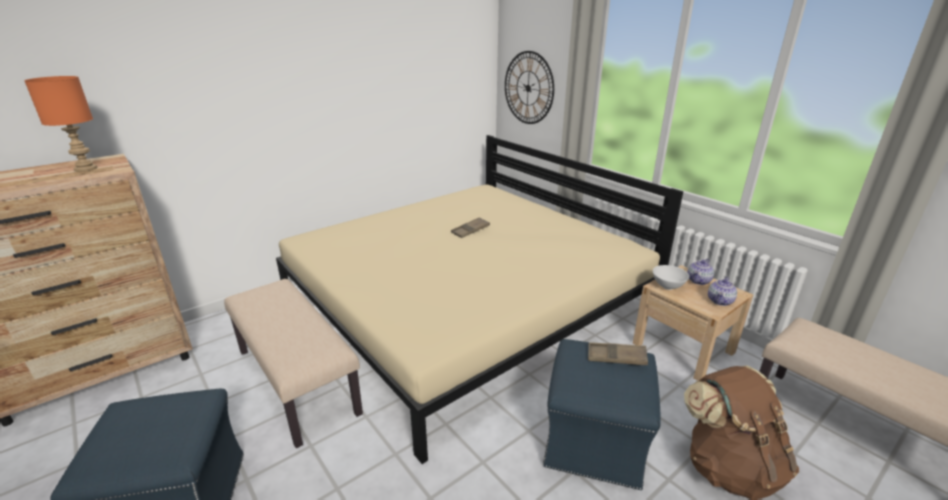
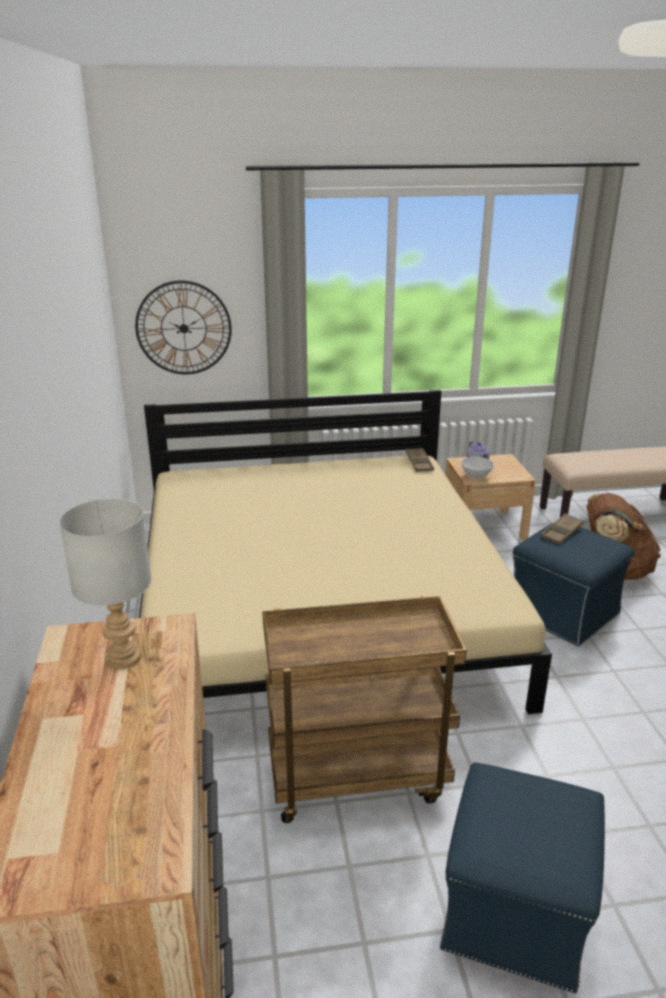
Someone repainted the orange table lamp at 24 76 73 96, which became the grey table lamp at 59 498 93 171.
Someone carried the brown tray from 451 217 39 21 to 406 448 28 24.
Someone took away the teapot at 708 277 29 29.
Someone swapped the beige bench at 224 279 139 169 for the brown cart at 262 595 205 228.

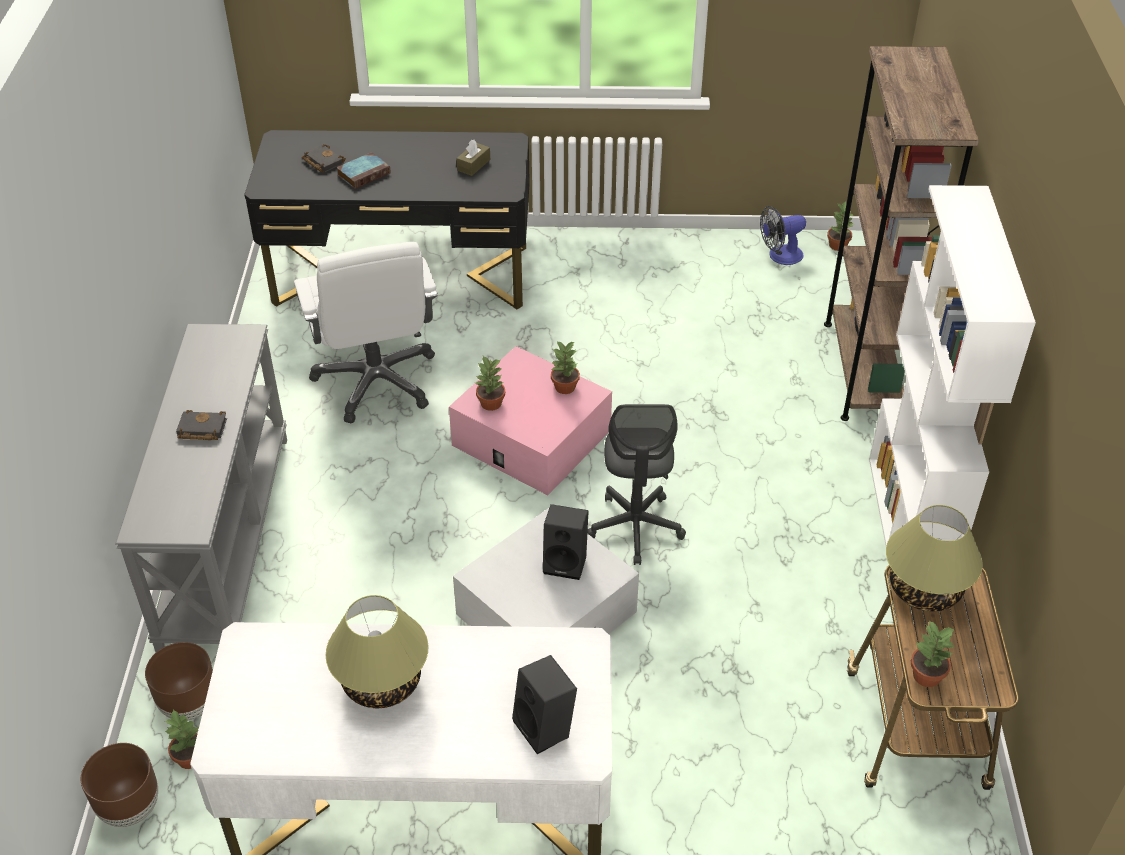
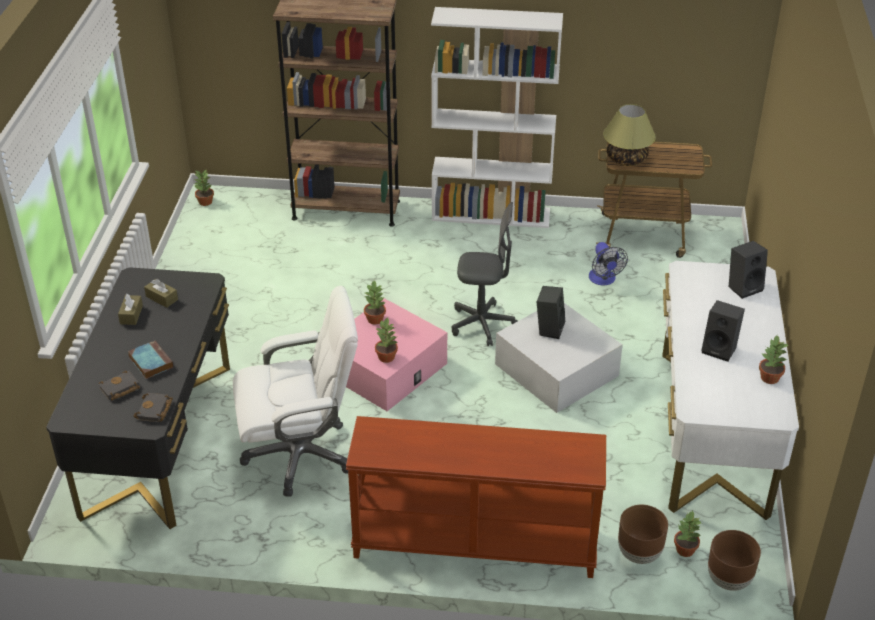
Someone carried the fan from 760 206 46 59 to 589 242 39 43.
Someone repainted the grey console table at 115 324 172 328, which became the brown console table at 346 416 260 162.
Someone carried the black book from 176 410 51 30 to 134 393 39 29.
Someone swapped the table lamp at 326 595 103 113 for the black speaker at 701 300 44 62.
Someone carried the potted plant from 911 620 43 67 to 759 336 29 48.
Someone put down the brown tissue box at 118 294 25 31.

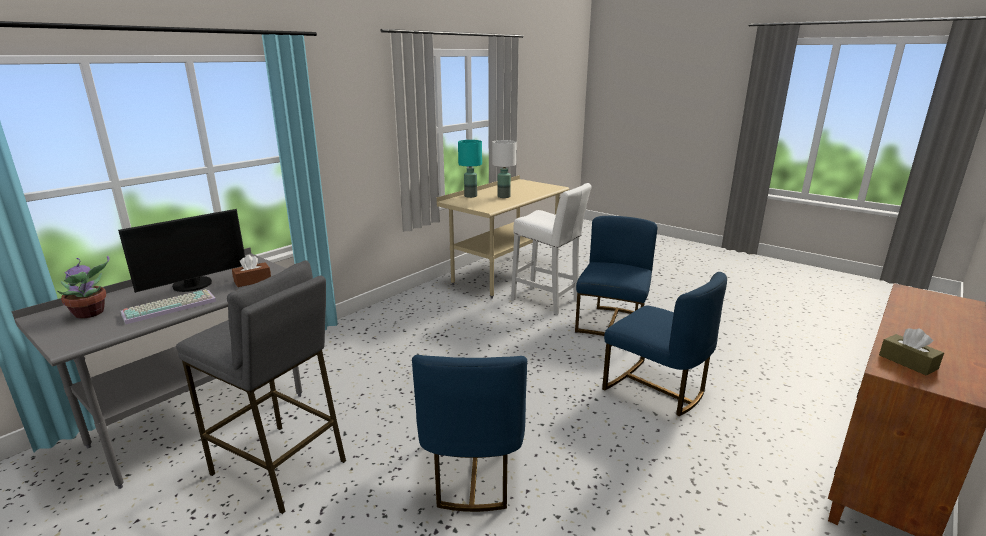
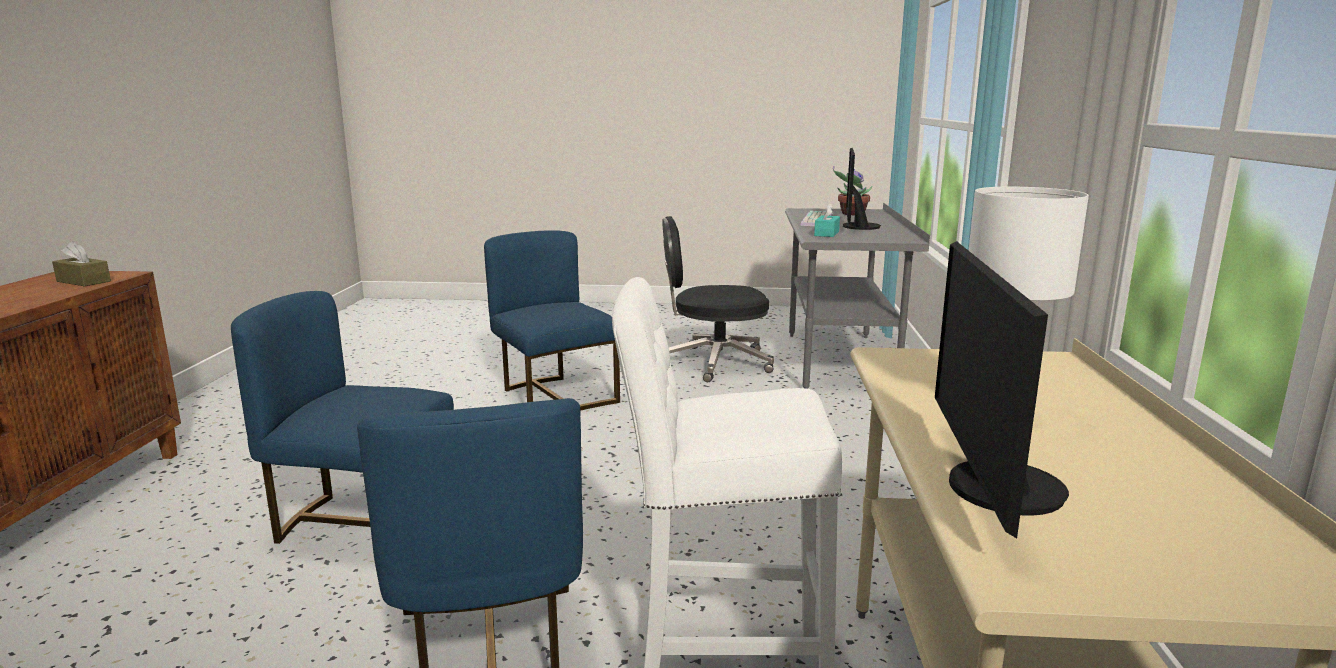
Someone took away the turquoise table lamp at 458 140 24 58.
Someone repainted the brown tissue box at 232 255 39 32, which became the turquoise tissue box at 814 203 26 34.
Someone swapped the grey stool at 176 260 170 254 for the black office chair at 662 216 112 166.
Someone put down the monitor at 935 241 134 297.

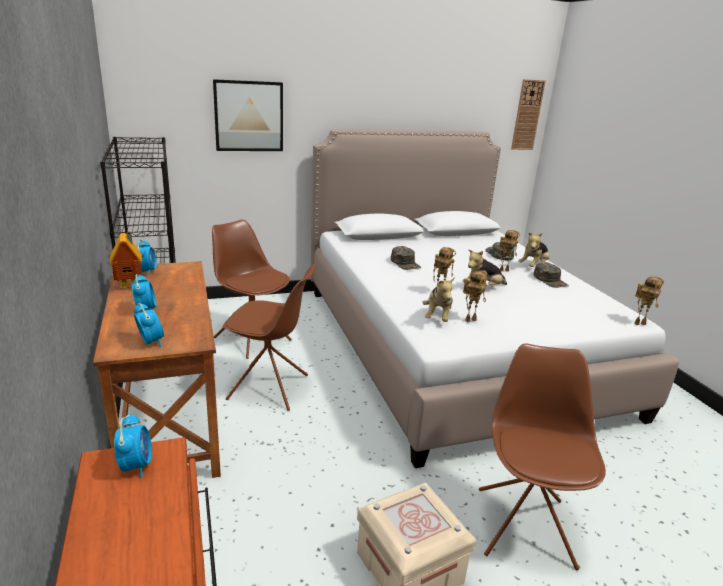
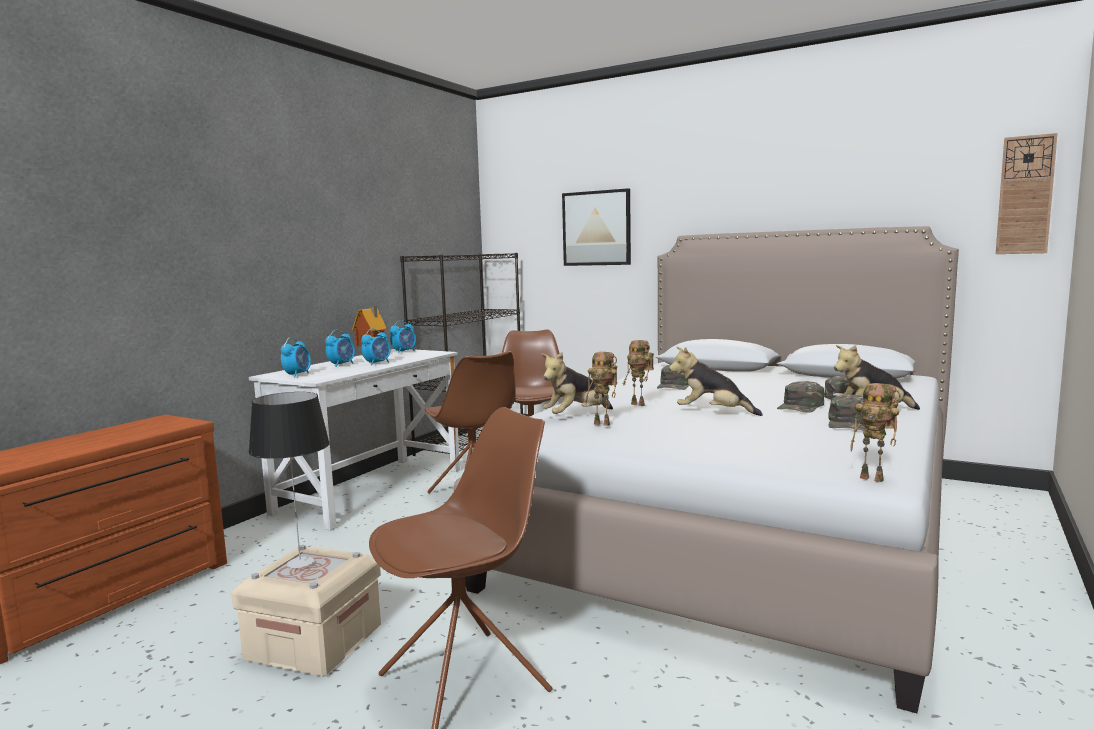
Someone swapped the toy robot at 499 230 21 41 for the green cap at 777 381 47 32.
Someone repainted the brown desk at 93 261 128 217, which became the white desk at 249 349 211 182.
Someone carried the alarm clock from 114 413 38 65 to 361 328 29 38.
Someone put down the table lamp at 249 392 81 177.

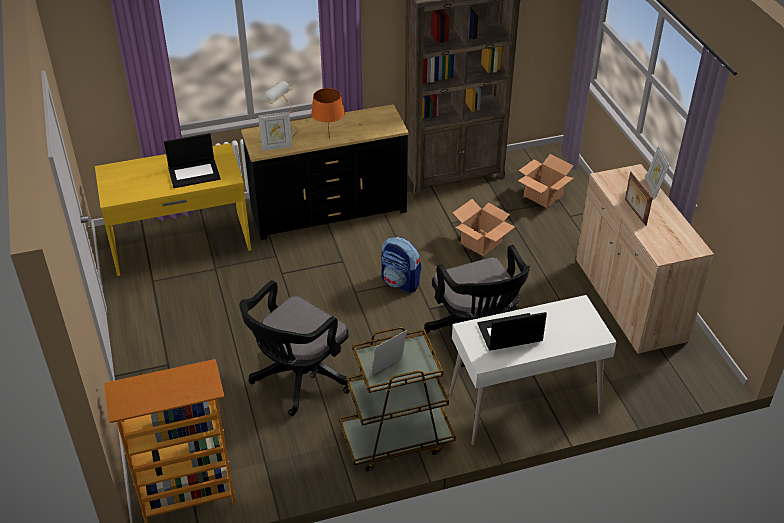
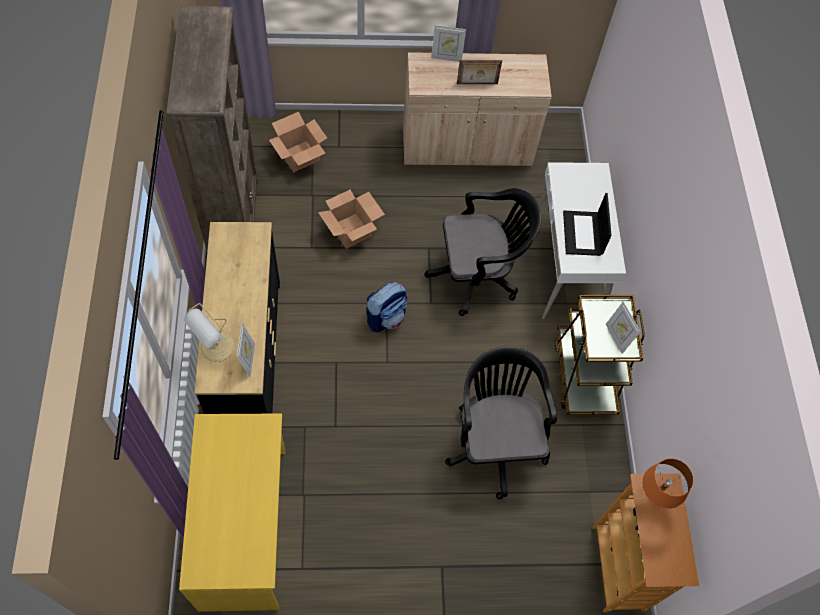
Someone carried the orange table lamp from 311 88 34 40 to 642 458 51 51.
Someone took away the laptop at 164 133 57 55.
Someone rotated the black office chair at 239 280 112 136 by 150 degrees counterclockwise.

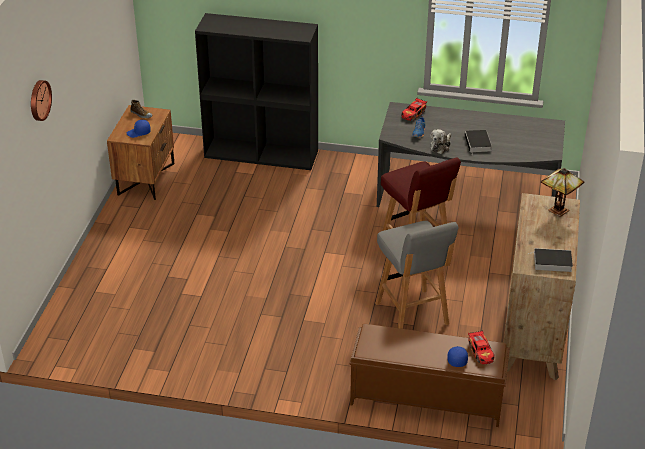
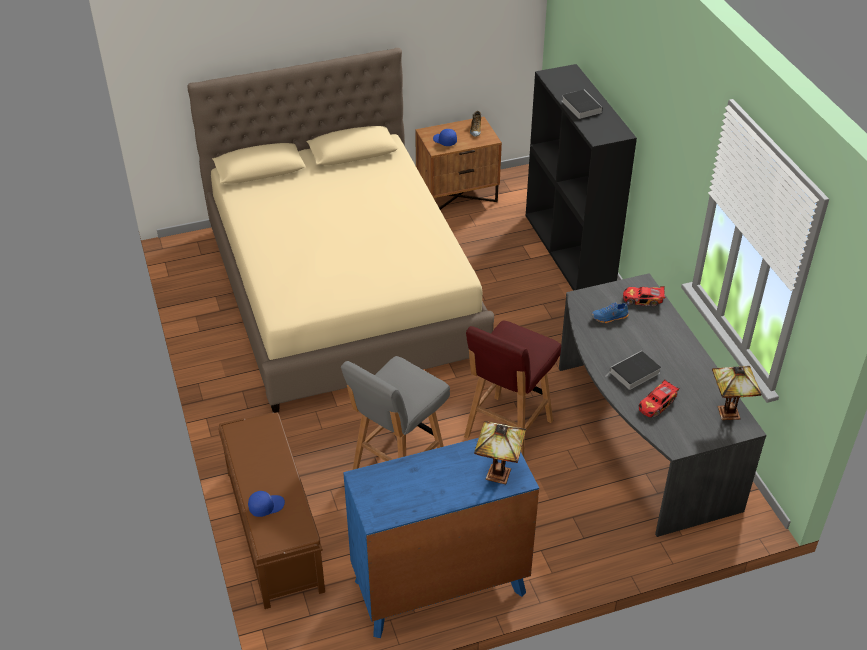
Someone took away the wall clock at 31 80 21 41.
Someone took away the plush toy at 430 129 21 25.
Someone repainted the brown dresser at 503 193 77 188, which became the blue dresser at 343 438 196 200.
Someone carried the book from 528 248 45 24 to 562 90 40 29.
Someone carried the toy car from 468 330 27 34 to 639 380 41 37.
Someone put down the beige bed at 187 48 307 365.
Someone put down the table lamp at 712 366 49 54.

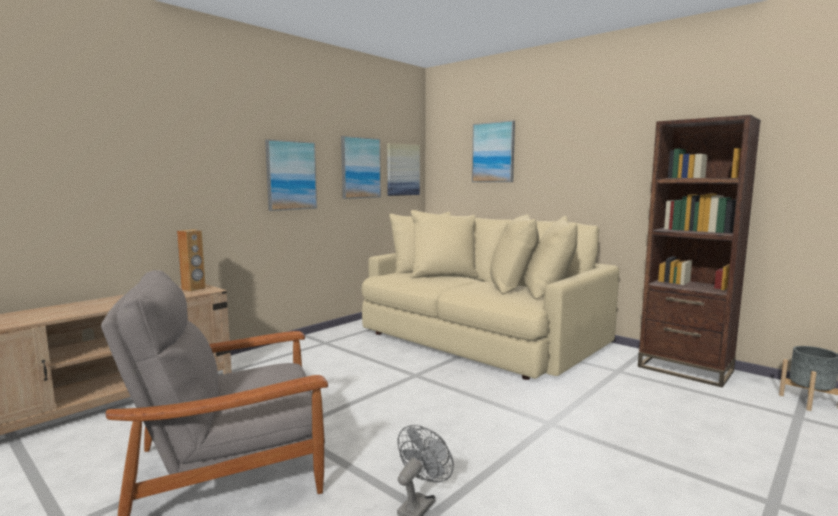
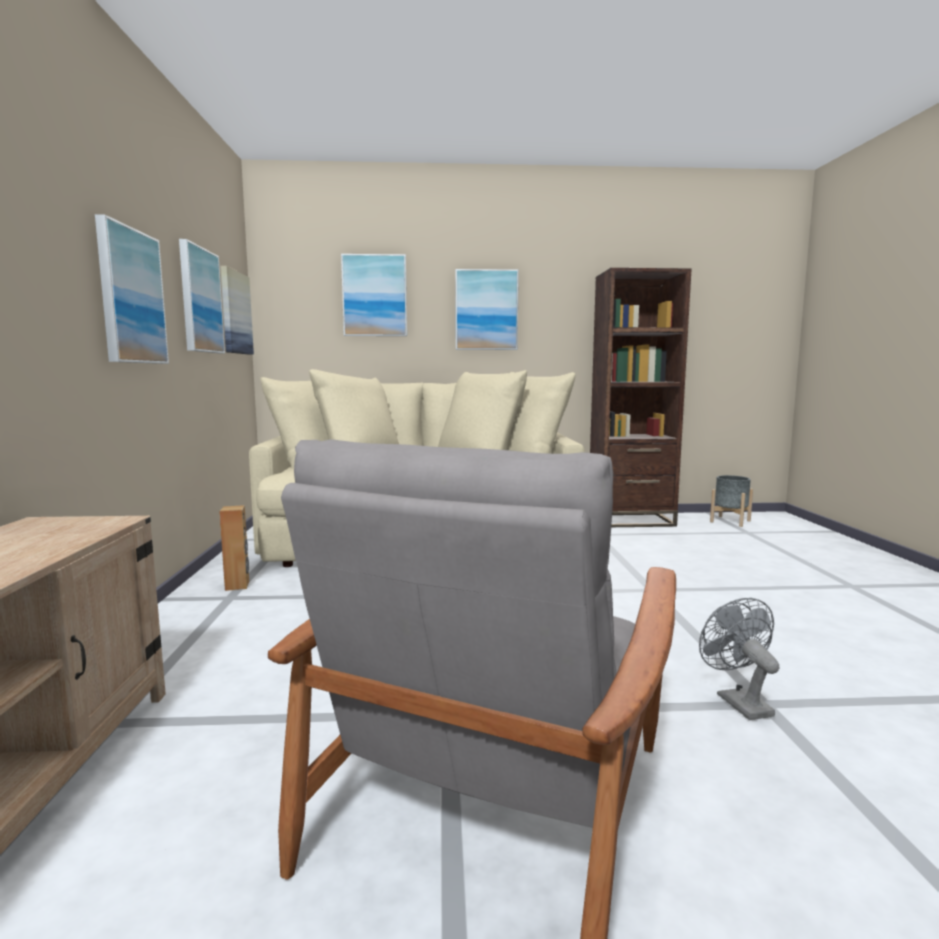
Someone carried the brown speaker from 177 229 29 62 to 219 505 30 86.
Someone put up the picture at 455 269 64 81.

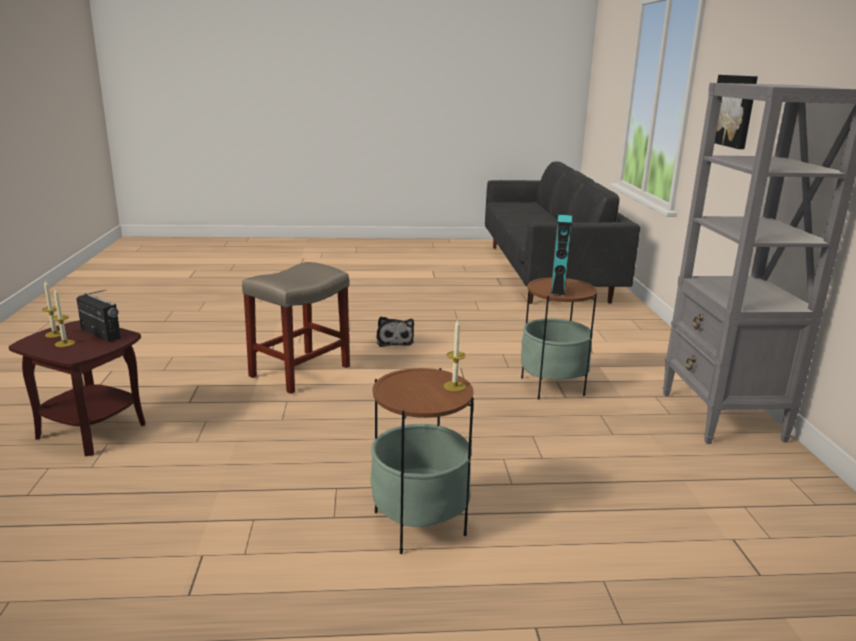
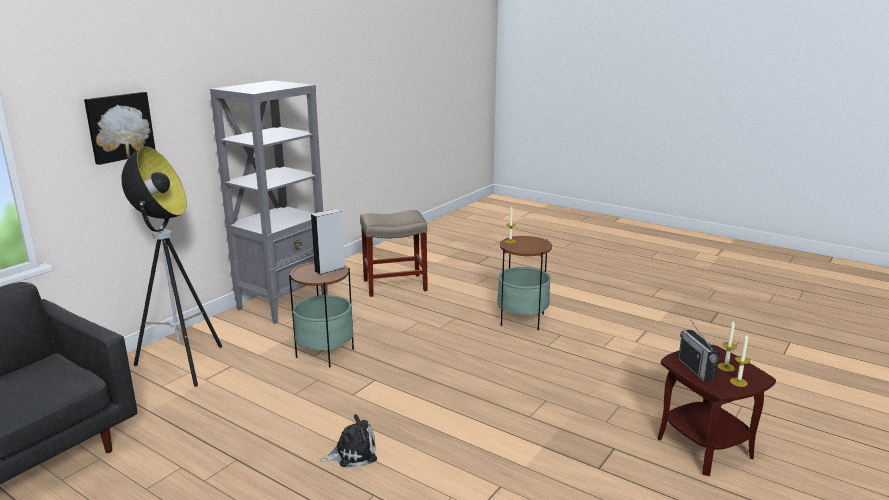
Someone repainted the turquoise speaker at 550 215 22 81, which became the grey speaker at 311 209 34 66.
Someone carried the beige stool from 242 262 108 132 to 360 210 68 87.
Someone rotated the plush toy at 376 316 38 31 by 45 degrees clockwise.
Someone put down the floor lamp at 122 146 100 241.

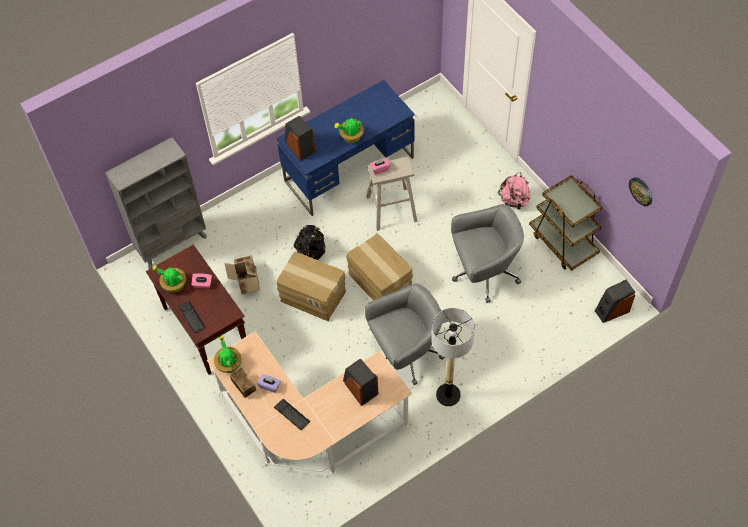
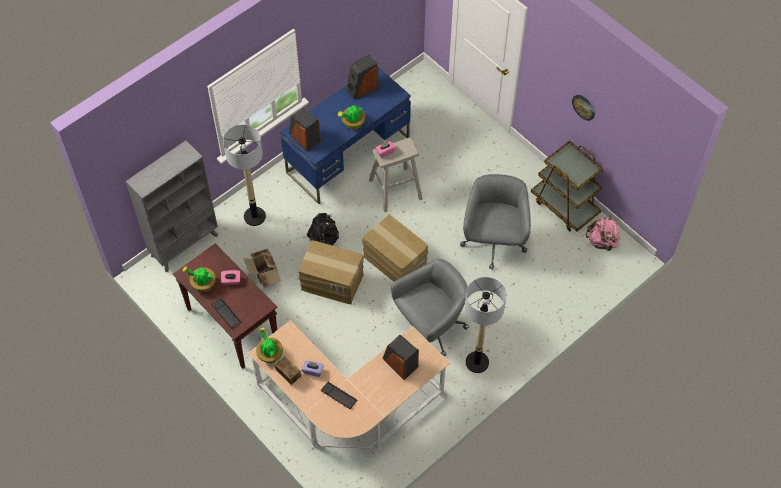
Someone carried the pink backpack from 498 172 33 37 to 585 215 35 37.
Someone carried the wall clock from 629 177 23 29 to 572 95 23 26.
Someone rotated the grey office chair at 451 204 73 99 by 60 degrees counterclockwise.
Someone carried the speaker from 595 279 40 44 to 346 55 32 44.
Someone put down the floor lamp at 223 125 43 101.

